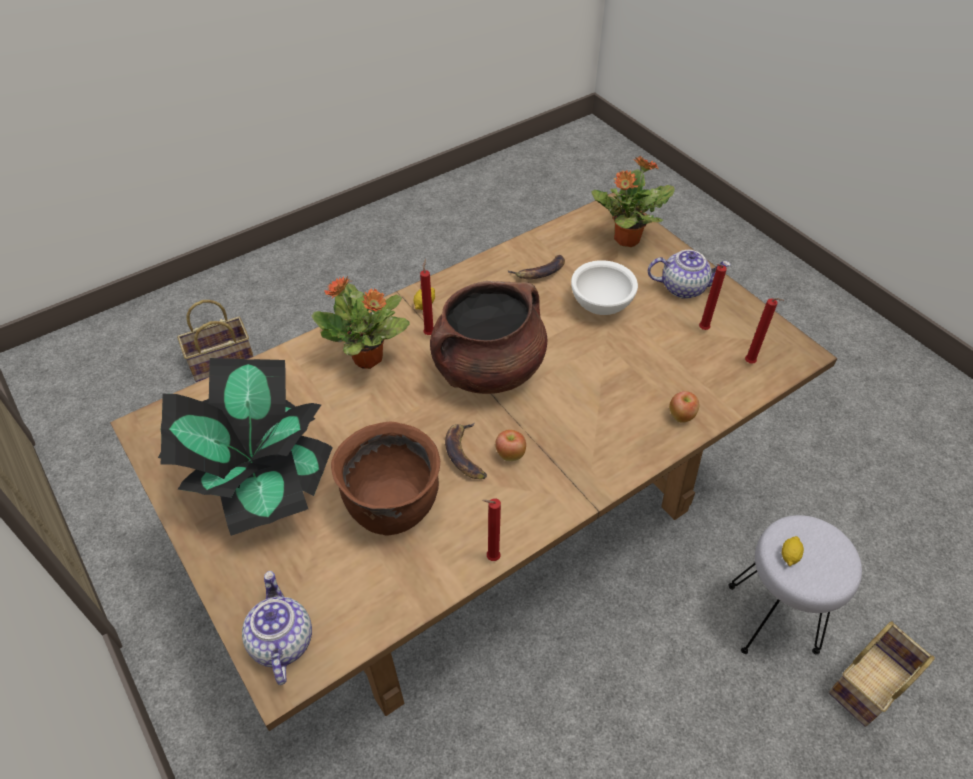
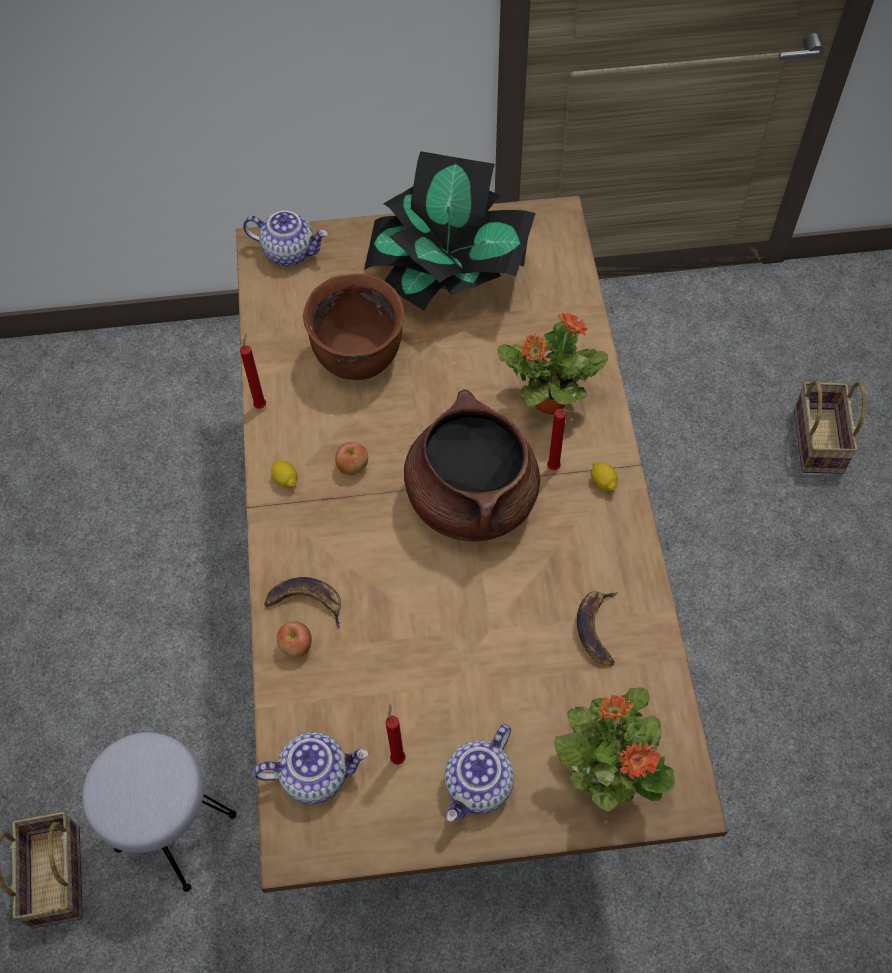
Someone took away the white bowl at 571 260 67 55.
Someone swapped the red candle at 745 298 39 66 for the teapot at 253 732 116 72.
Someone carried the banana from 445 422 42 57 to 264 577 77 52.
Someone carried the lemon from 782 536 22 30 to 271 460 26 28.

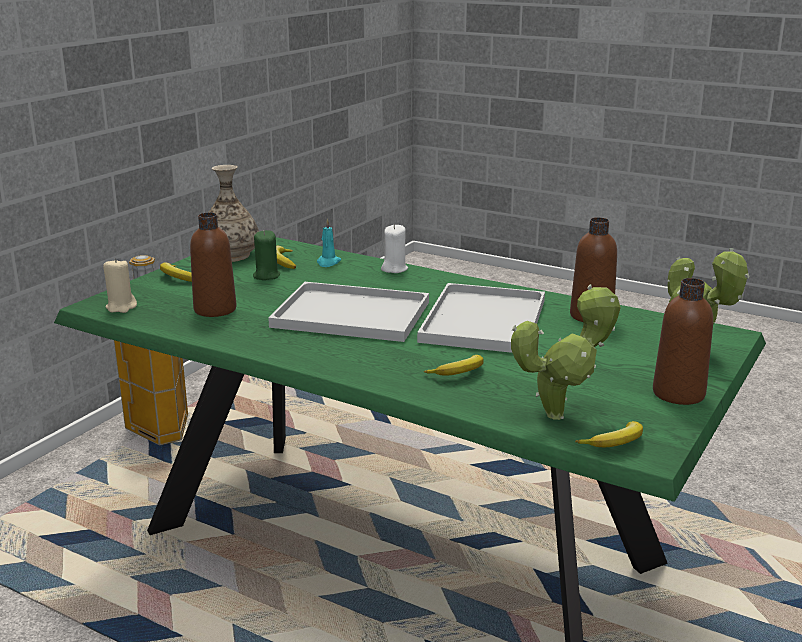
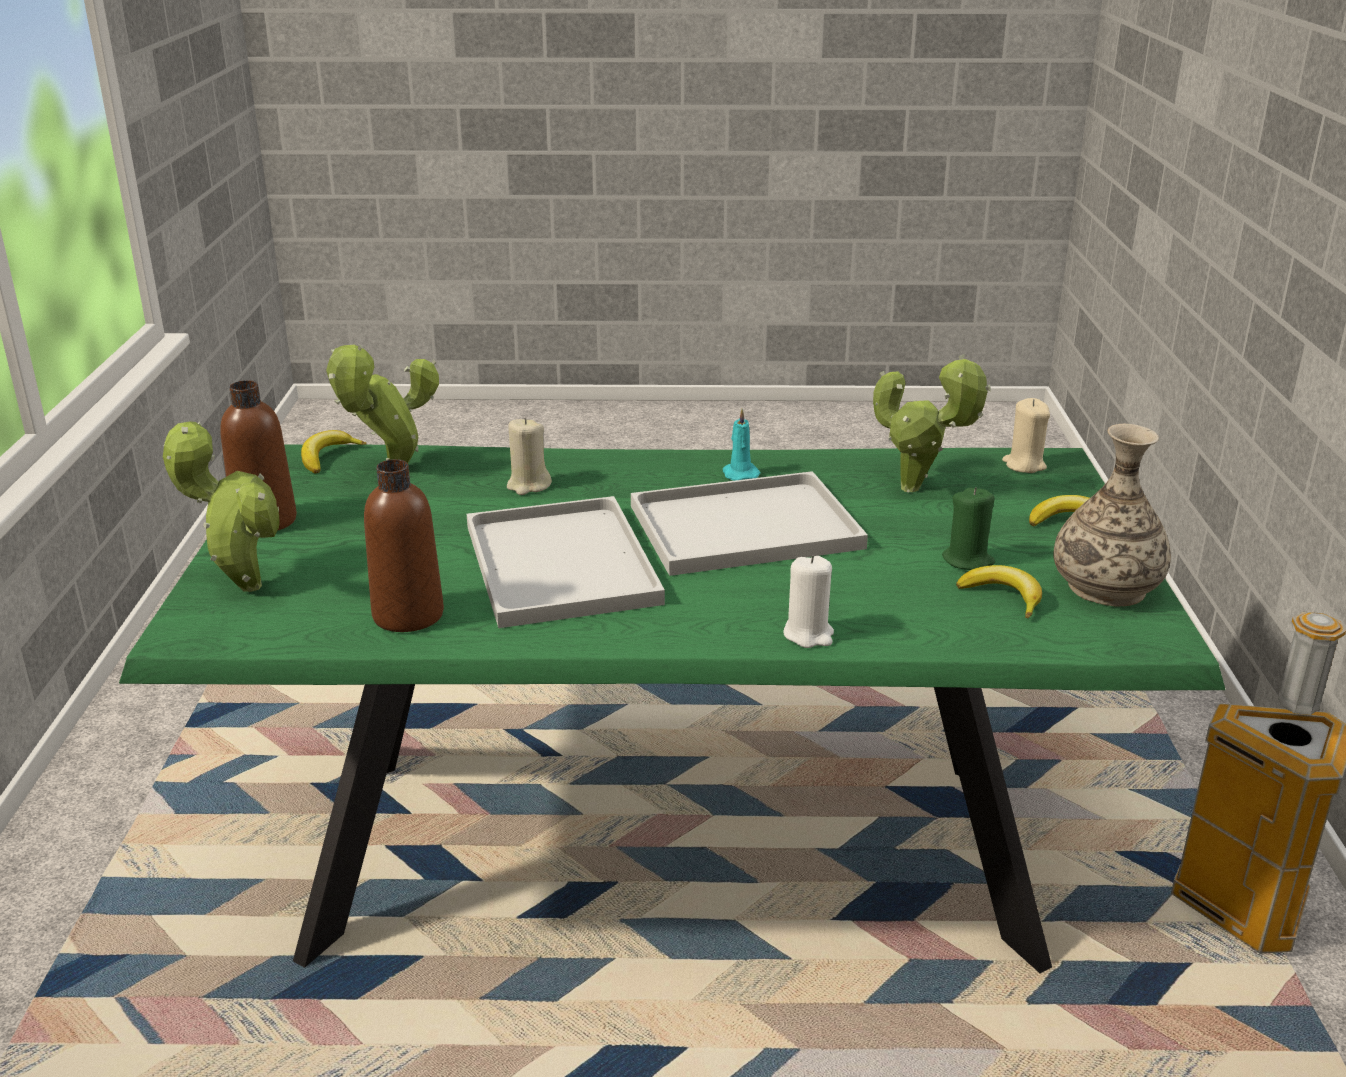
Someone swapped the brown bottle at 190 213 47 104 for the potted plant at 873 354 118 139.
Someone carried the turquoise candle from 317 219 24 48 to 723 408 37 73.
Someone swapped the banana at 424 355 60 20 for the beige candle at 507 418 45 77.

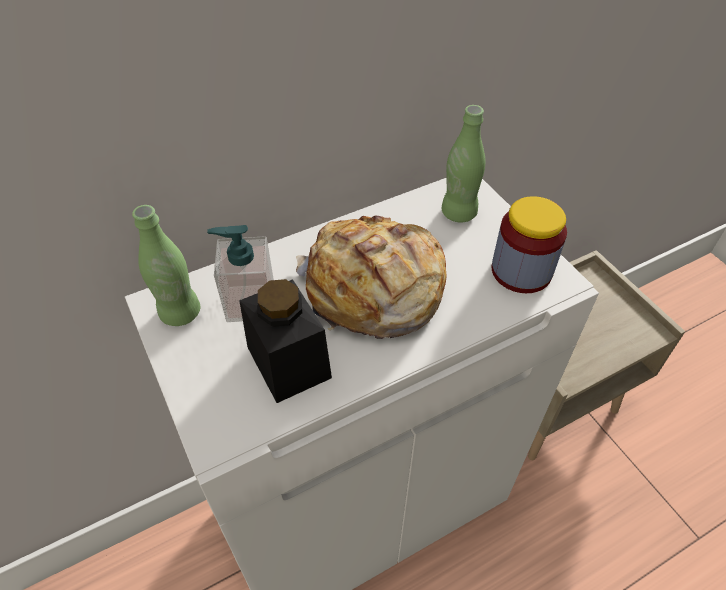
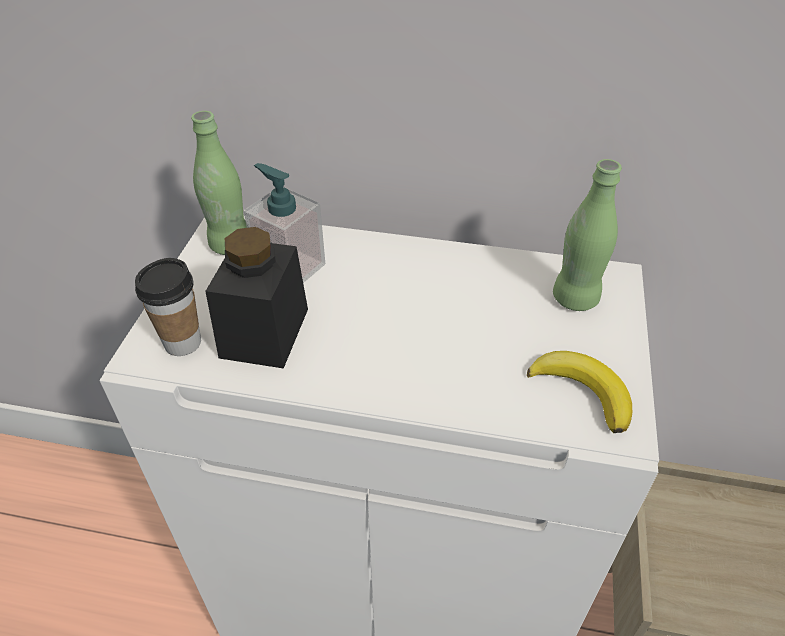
Someone swapped the jar at 492 196 75 97 for the banana at 527 351 105 82.
Someone took away the bread at 296 216 151 123.
Someone put down the cup at 135 258 66 98.

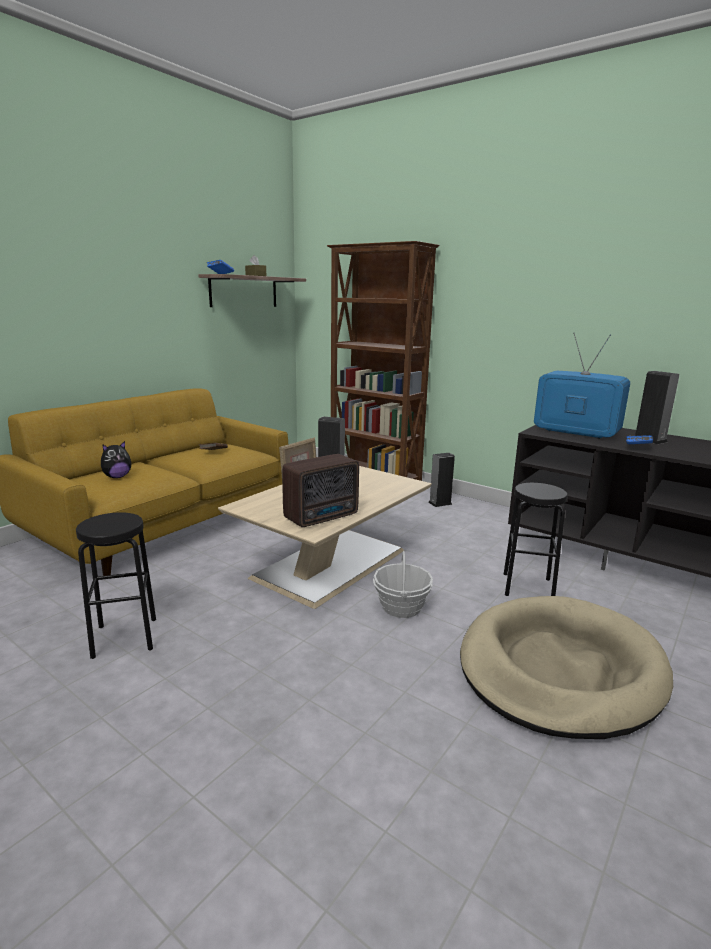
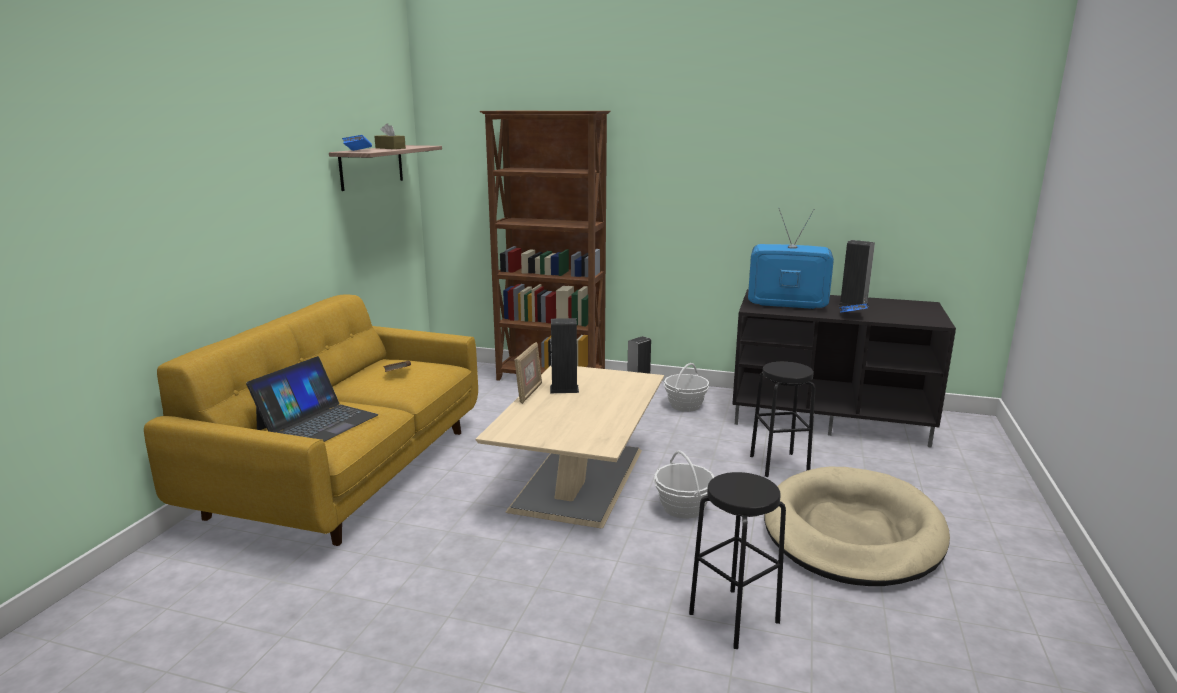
Someone swapped the plush toy at 101 441 30 37 for the laptop at 246 356 133 86.
Someone took away the radio at 282 454 77 73.
Someone carried the black stool from 76 513 80 146 to 689 472 97 177.
Someone put down the basket at 664 363 45 49.

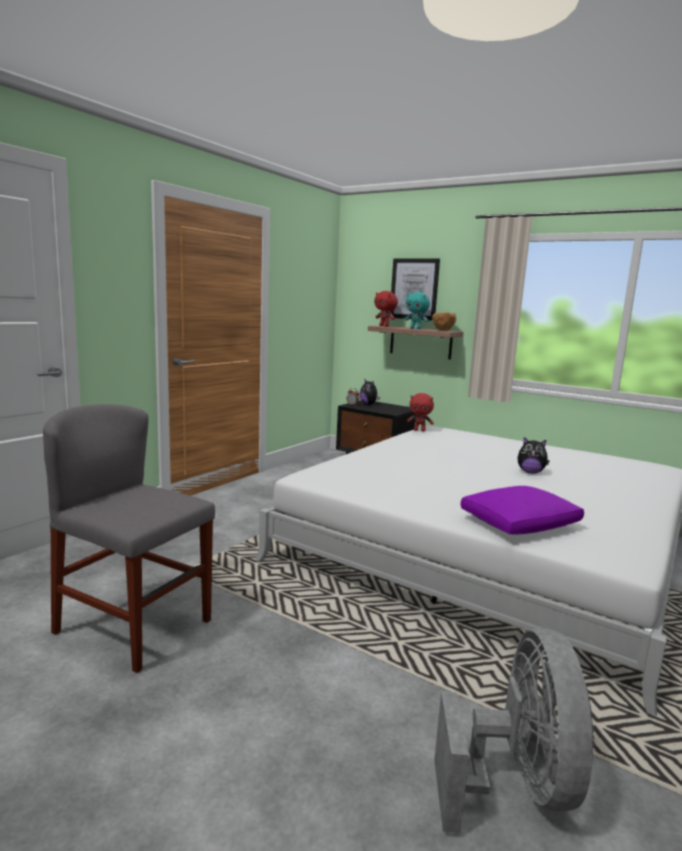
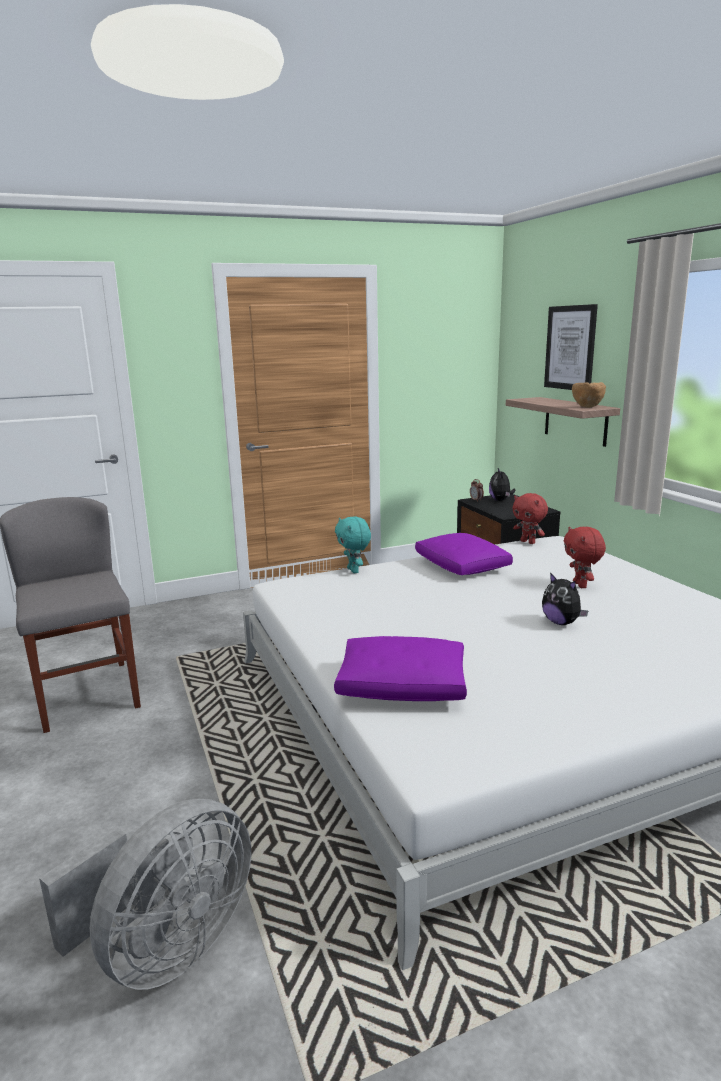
Someone carried the red plush toy from 374 291 24 36 to 564 527 42 61.
Someone carried the turquoise plush toy from 405 292 25 37 to 335 517 36 56.
Someone put down the purple pillow at 415 533 98 42.

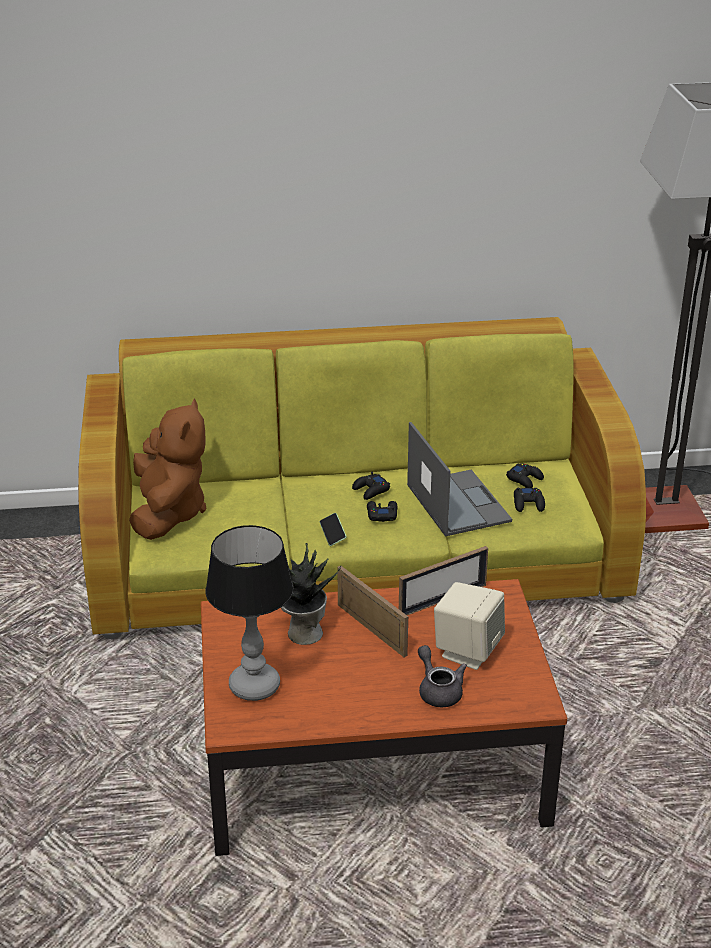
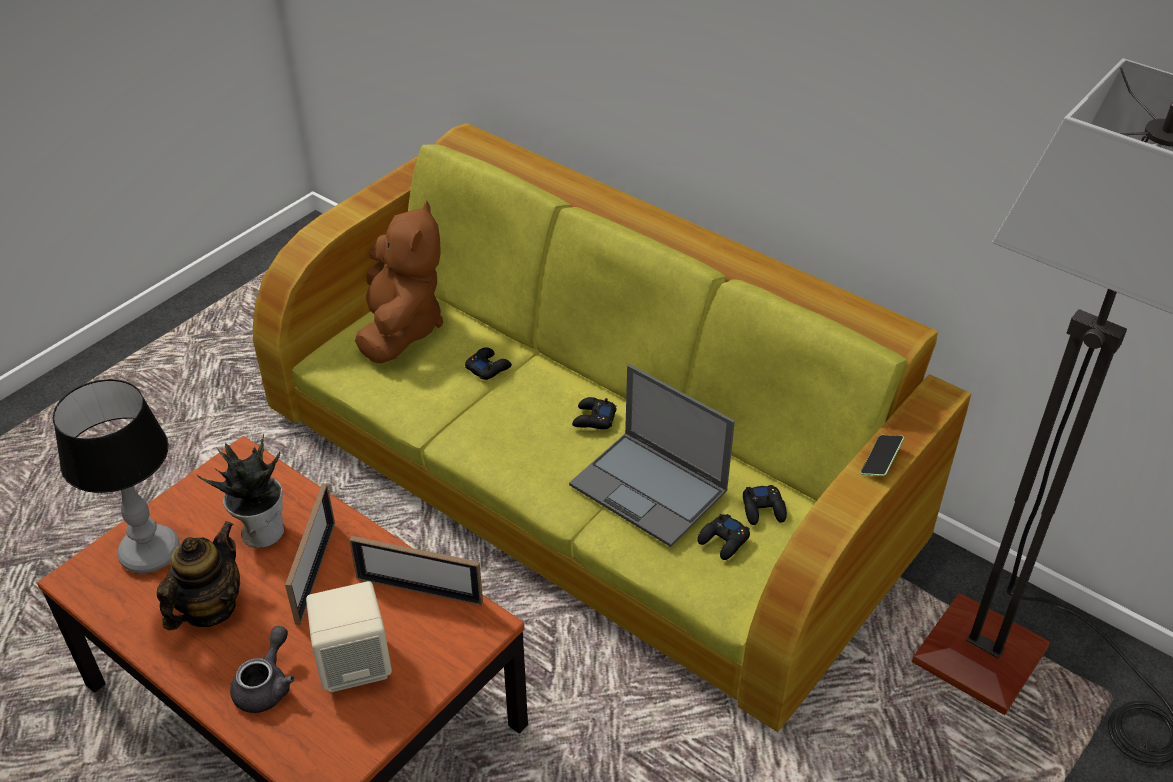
Someone rotated the brown plush toy at 129 399 77 141 by 45 degrees counterclockwise.
Someone rotated the laptop at 407 422 105 115 by 105 degrees clockwise.
Someone carried the black game controller from 367 501 31 21 to 465 347 47 33.
Someone carried the phone from 320 513 27 33 to 861 435 43 41.
Someone put down the teapot at 157 521 83 109.

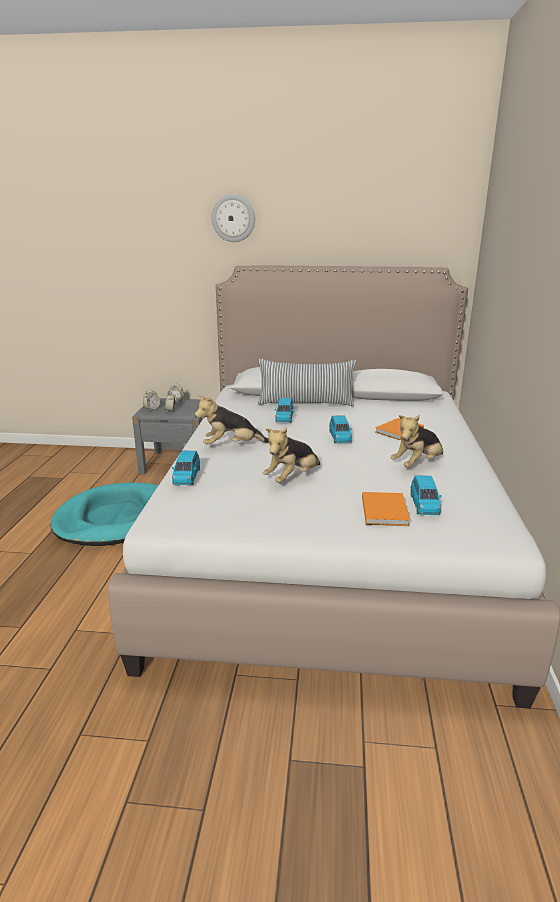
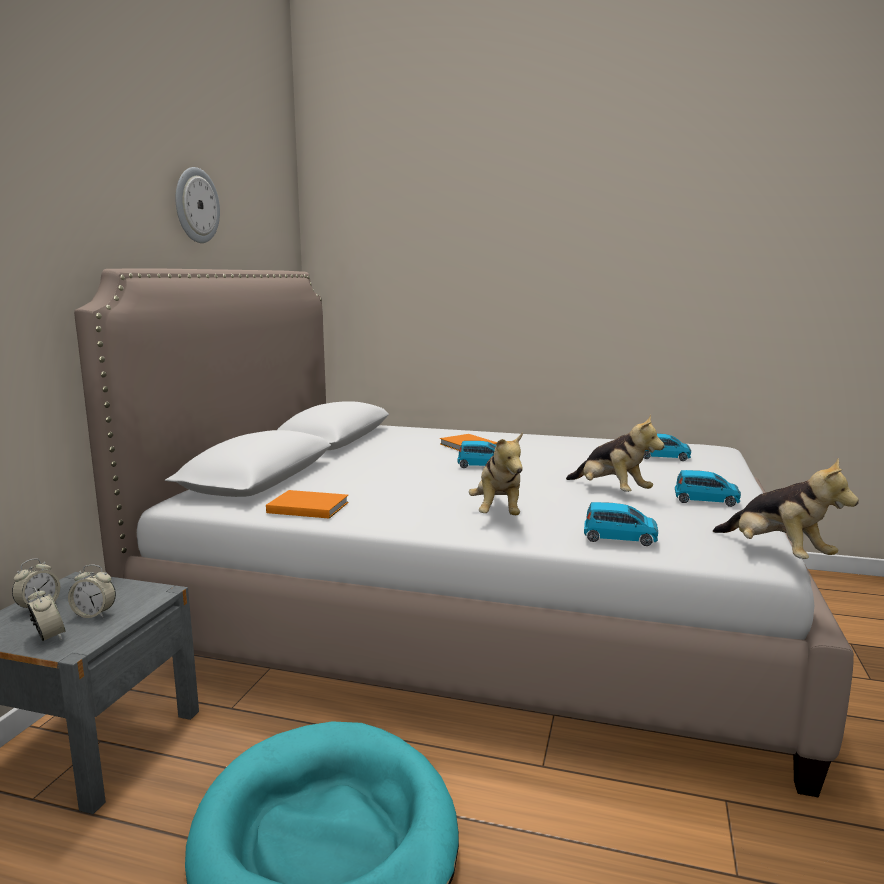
Someone carried the wall clock from 212 194 43 48 to 176 167 44 76.
Someone took away the pillow at 258 359 98 48.
Someone carried the blue toy car from 275 398 19 25 to 675 470 66 37.
Someone carried the plush toy from 391 415 52 53 to 713 458 146 101.
Someone carried the orange book from 362 492 48 34 to 266 490 83 29.

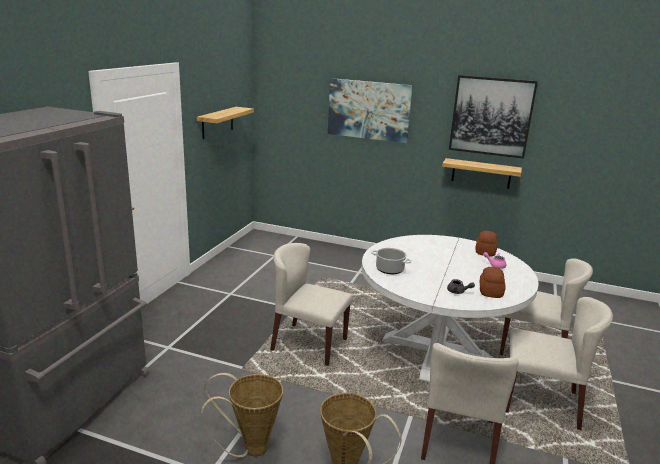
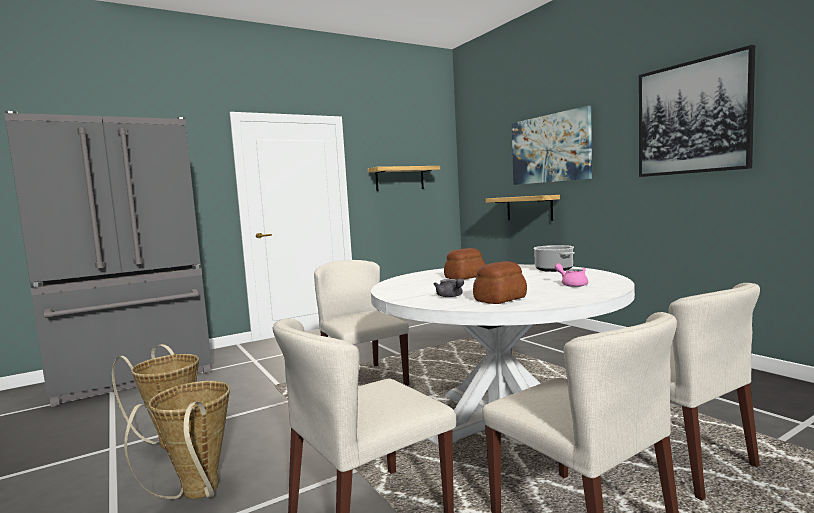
Someone carried the shelf from 442 158 80 31 to 486 195 74 26.
Someone carried the bread from 476 231 22 25 to 444 248 41 32.
Someone carried the cooking pot from 371 248 41 26 to 533 245 42 27.

